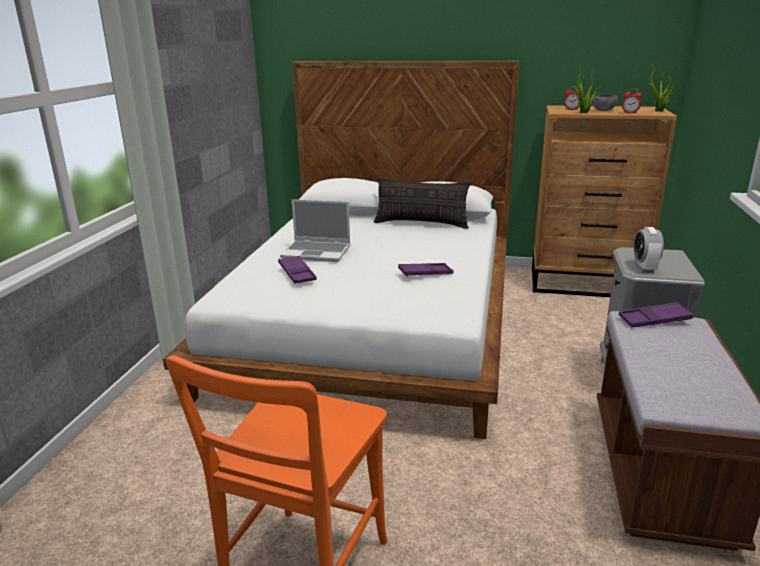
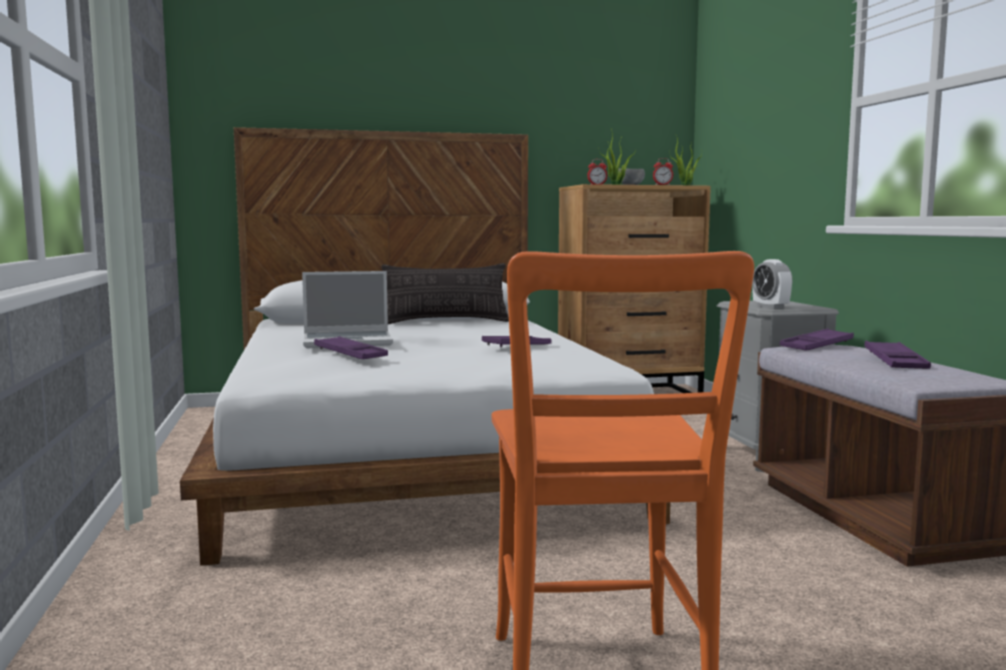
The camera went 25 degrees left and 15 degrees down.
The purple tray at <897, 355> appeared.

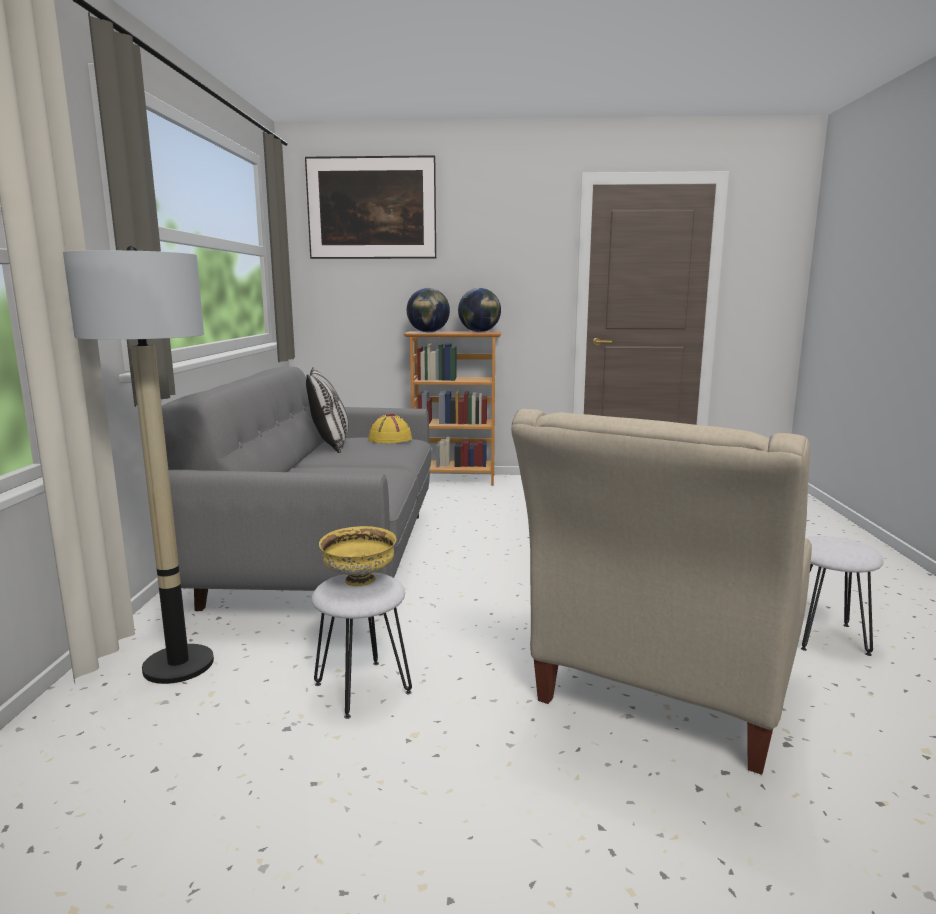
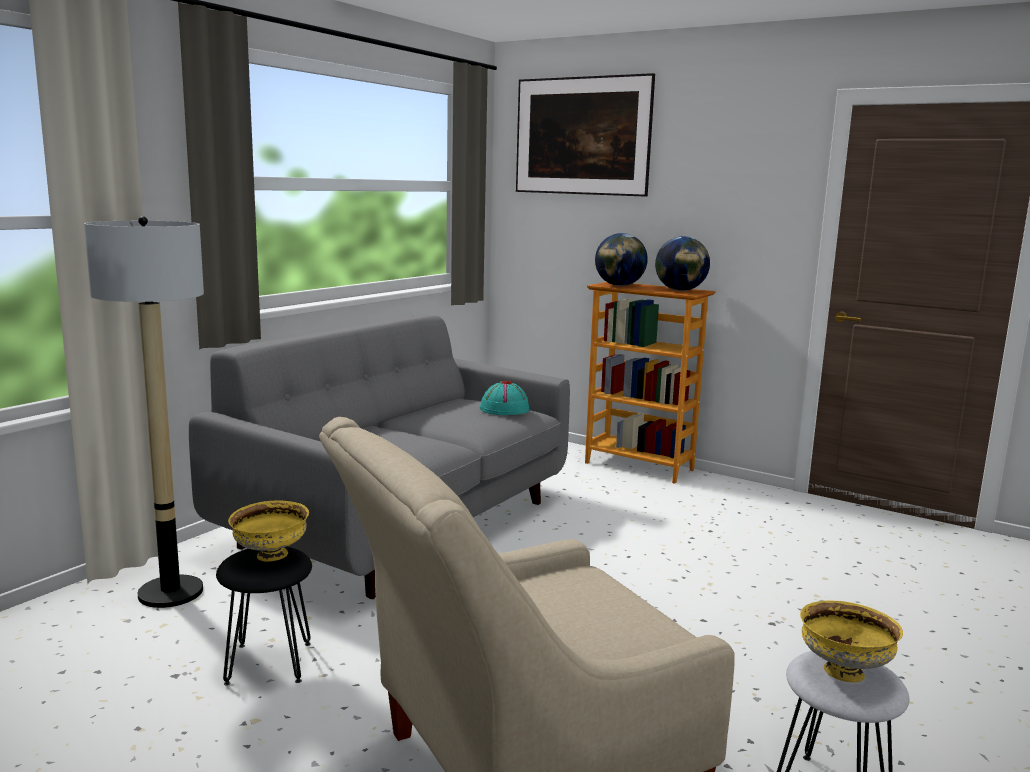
The camera went 30 degrees right and 0 degrees up.
The pillow at <327, 410> disappeared.
The yellow hat at <390, 428> became the turquoise hat at <504, 398>.
The white stool at <362, 645> became the black stool at <264, 616>.
The yellow bowl at <851, 642> appeared.

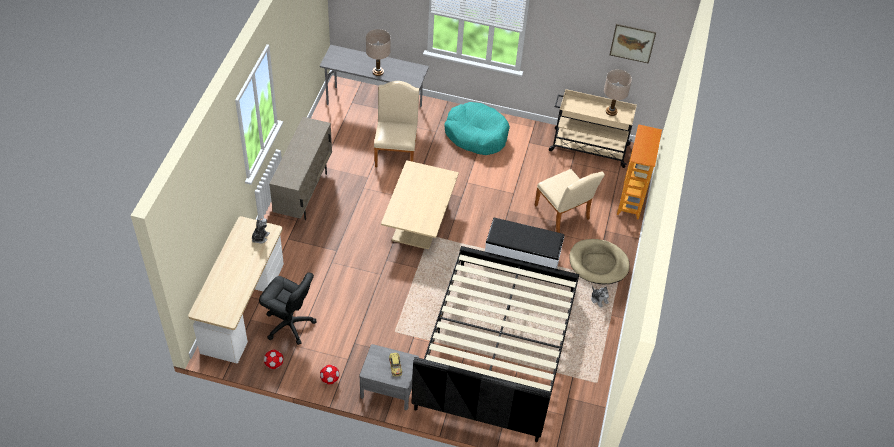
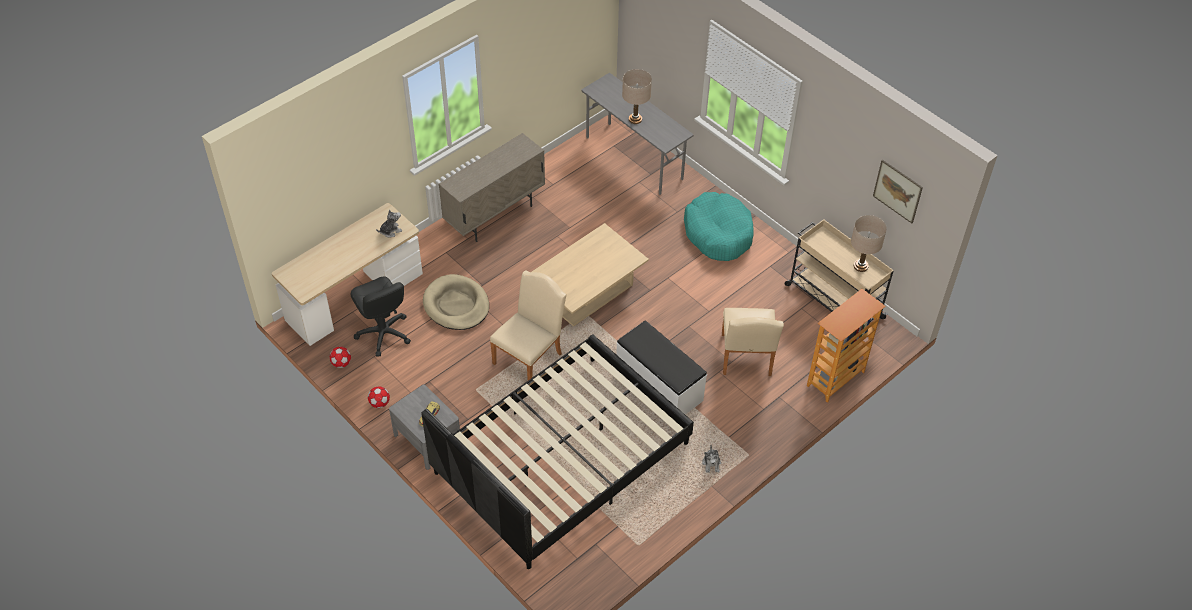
The camera went 35 degrees right and 0 degrees up.
The beige chair moved from <396, 124> to <528, 325>.
The beige dog bed moved from <600, 261> to <456, 302>.

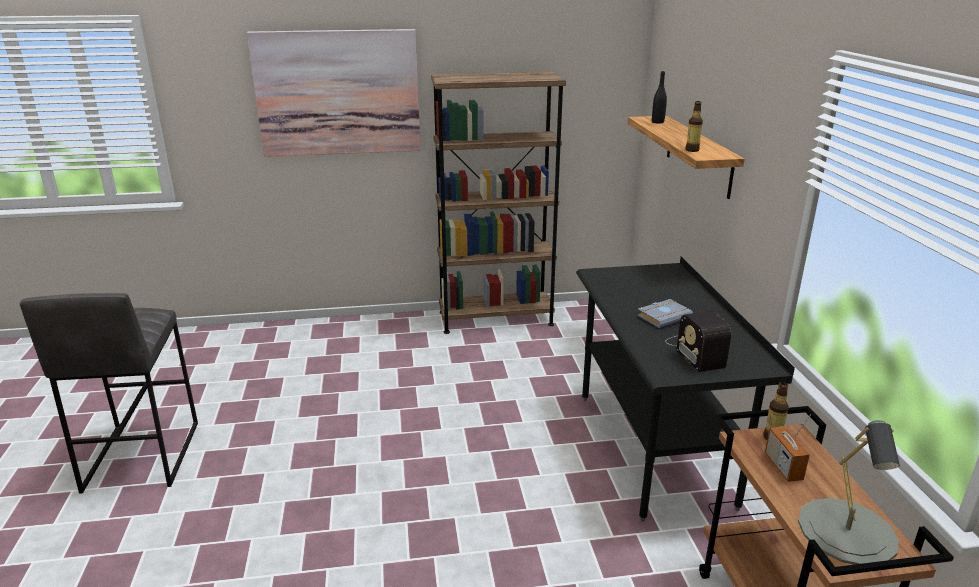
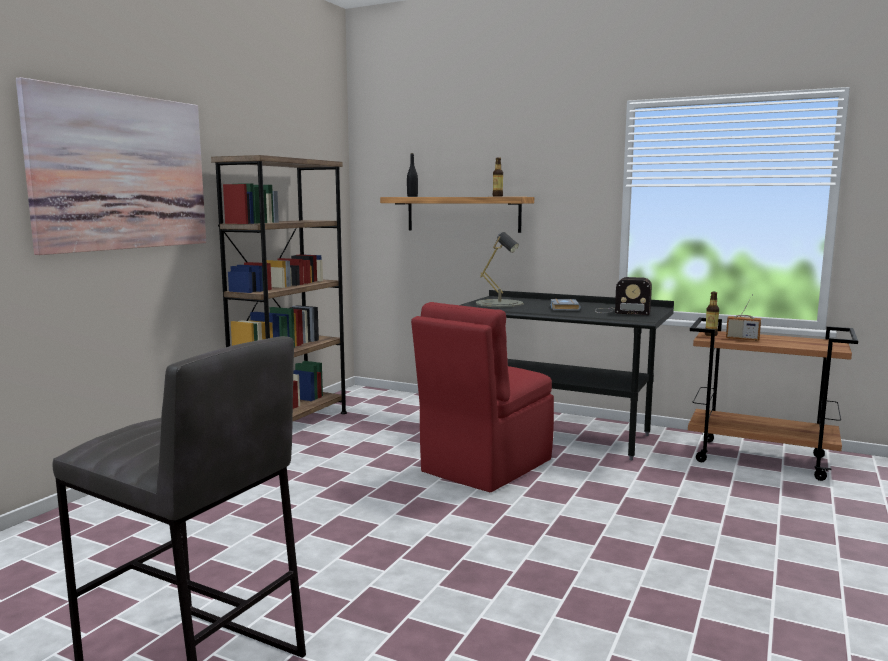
The camera went 55 degrees left and 15 degrees down.
The grey table lamp moved from <849, 492> to <499, 269>.
The red chair at <482, 397> appeared.

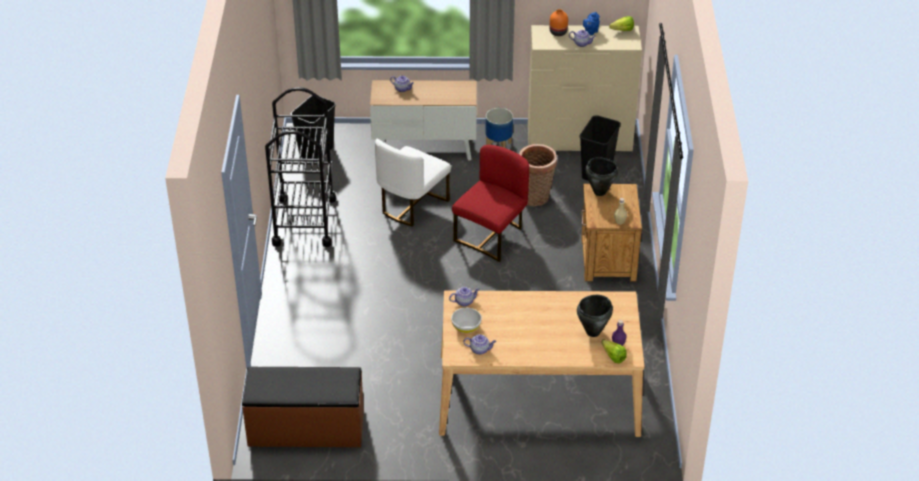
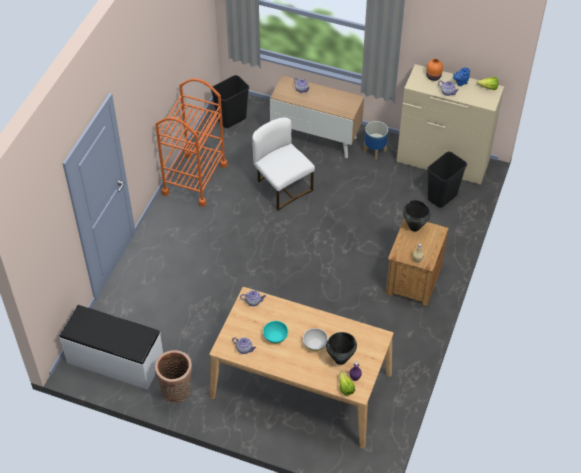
The camera went 20 degrees right and 10 degrees up.
The black cart at <300, 167> became the orange cart at <191, 142>.
The white chair at <413, 183> turned 90 degrees clockwise.
The basket moved from <538, 175> to <173, 376>.
The red chair at <490, 203> disappeared.
The white bowl moved from <466, 320> to <315, 339>.
The brown bench at <303, 407> became the white bench at <111, 347>.
The turquoise bowl at <275, 332> appeared.

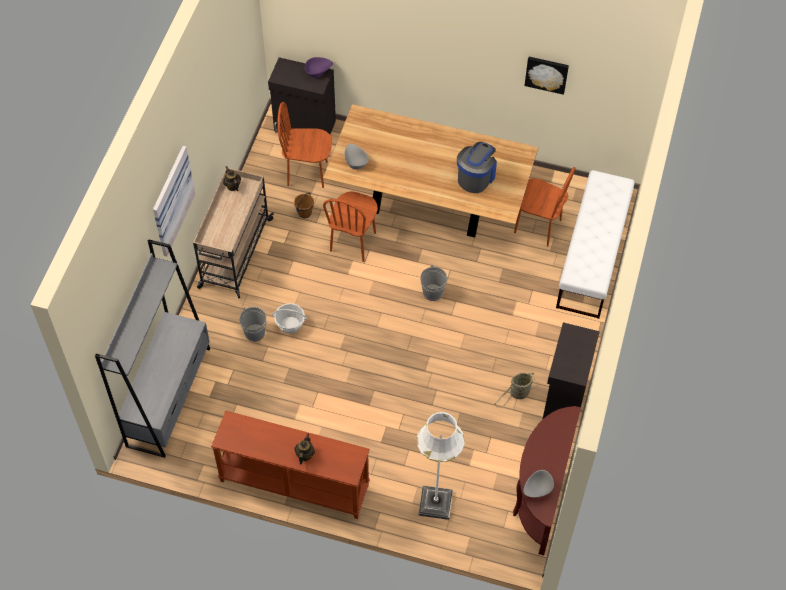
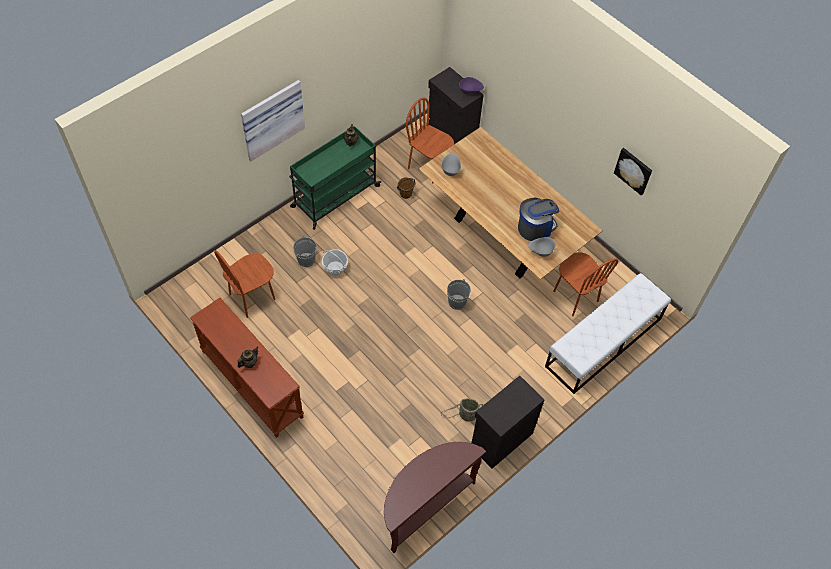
The camera went 30 degrees right and 0 degrees up.
The beige cart at <233, 233> became the green cart at <335, 178>.
The brown chair moved from <350, 226> to <244, 284>.
The grey bookcase at <152, 348> disappeared.
The white floor lamp at <441, 466> disappeared.
The grey bowl moved from <538, 483> to <541, 247>.

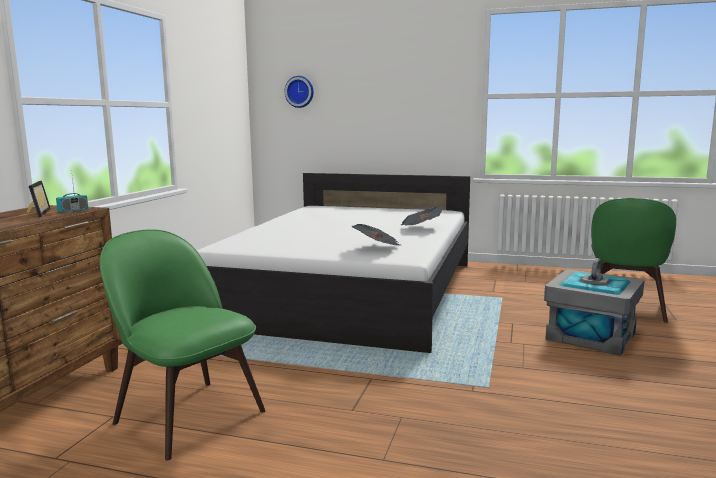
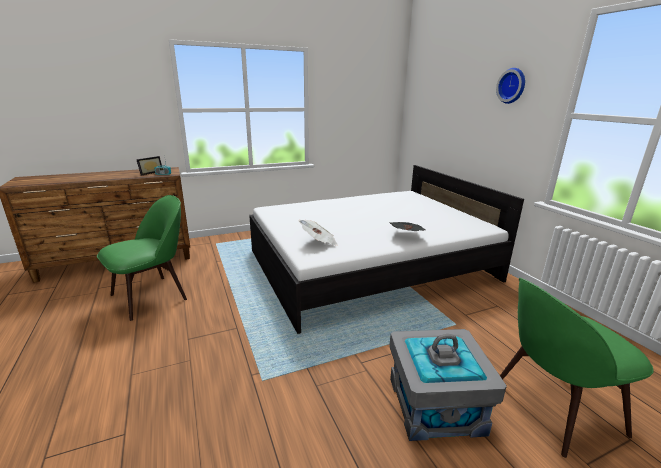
The camera went 50 degrees right and 10 degrees up.
The wall clock moved from <299, 92> to <510, 86>.
The green chair at <182, 344> turned 45 degrees clockwise.

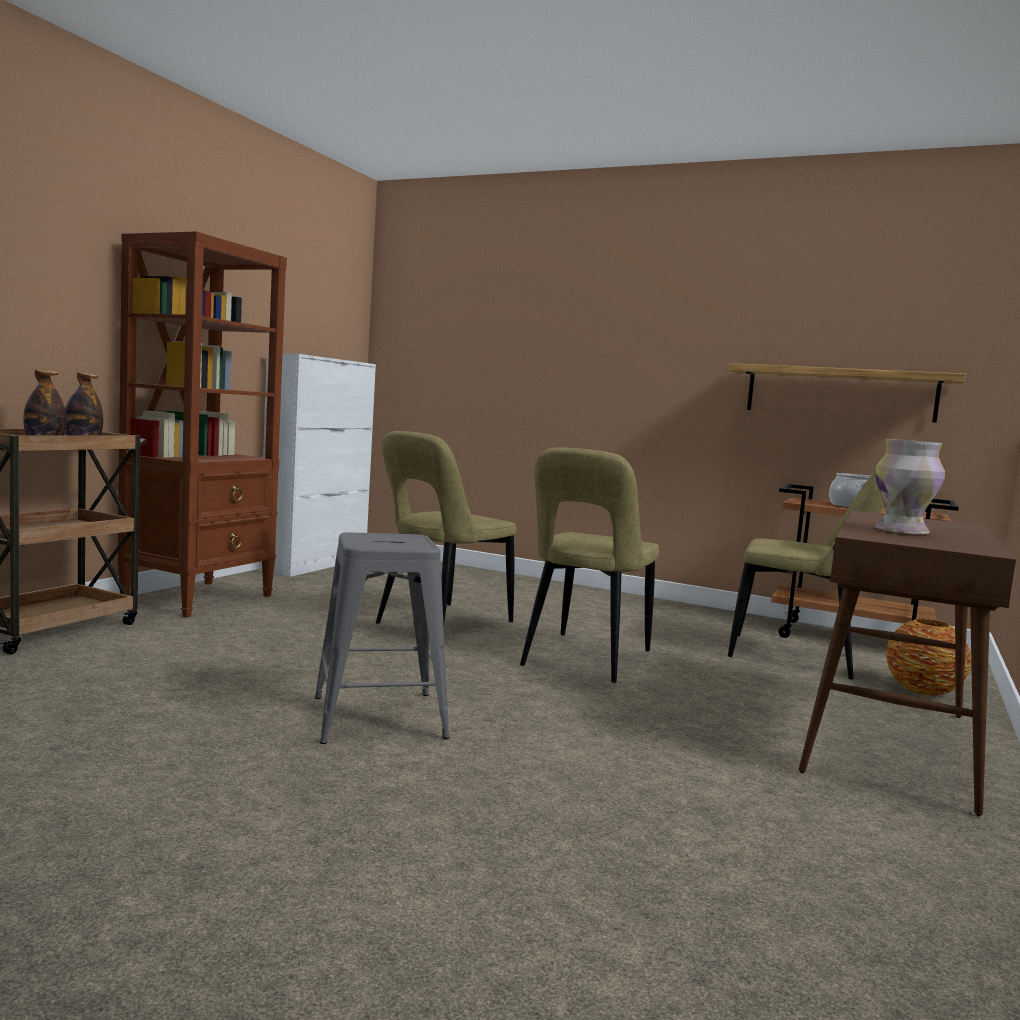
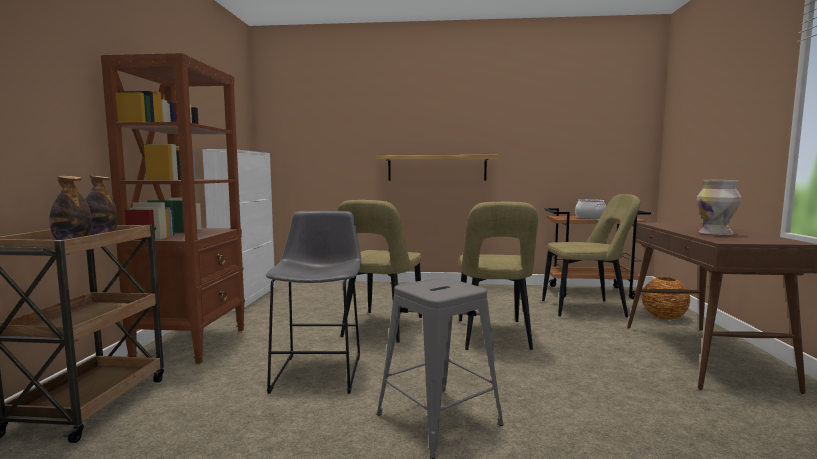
The camera went 20 degrees left and 0 degrees up.
The shelf moved from <847, 393> to <437, 168>.
The grey stool at <313, 302> appeared.

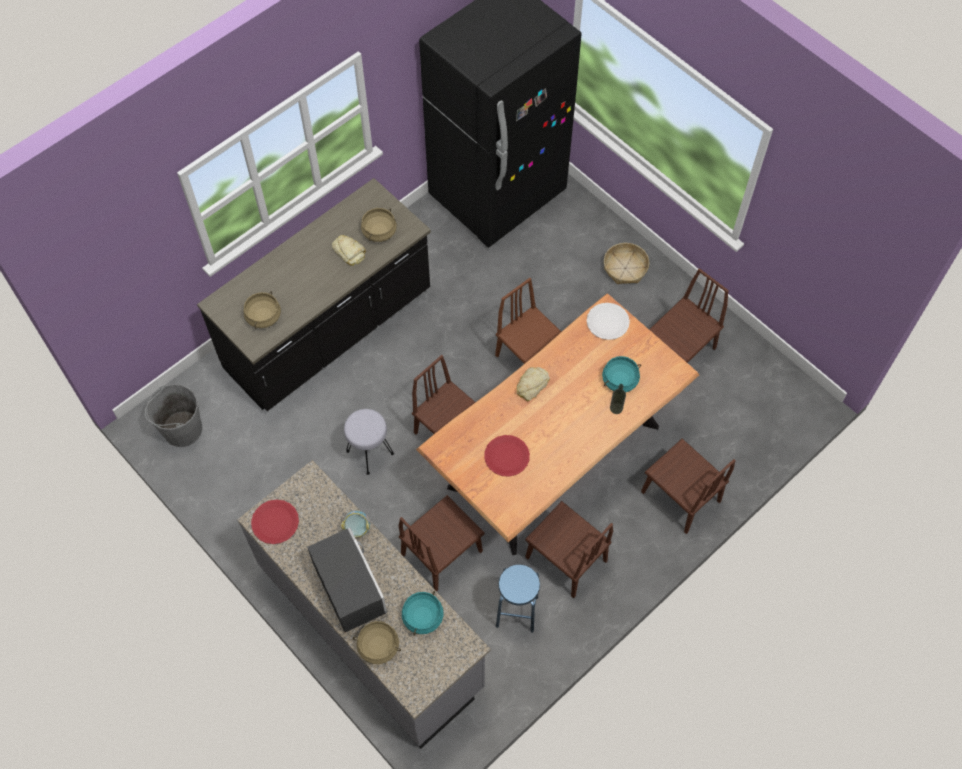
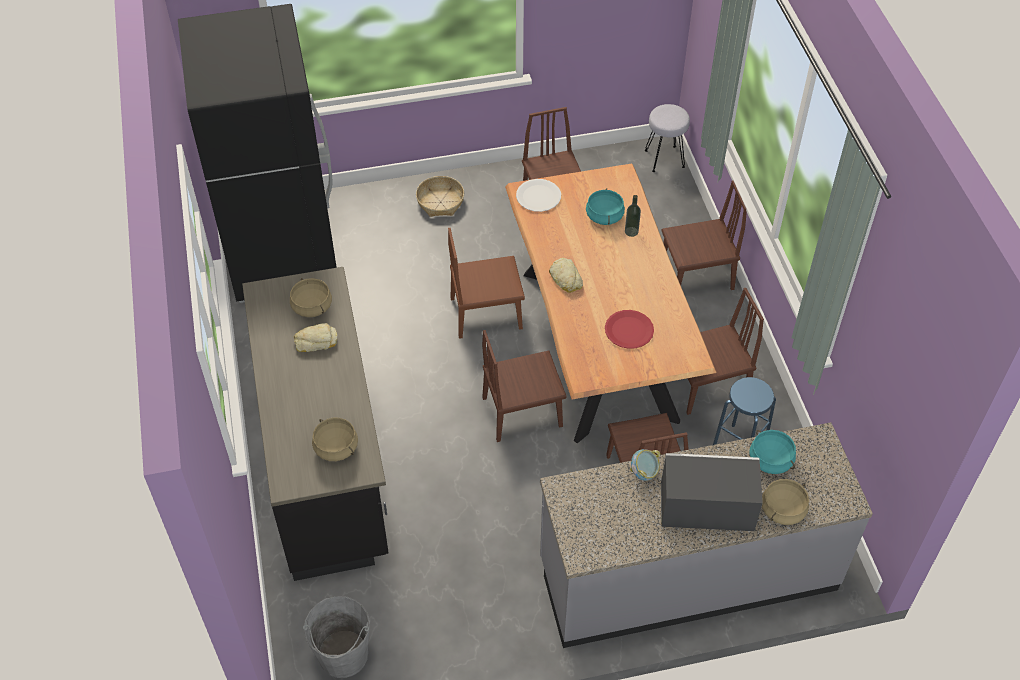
The camera went 60 degrees left and 10 degrees down.
The grey stool moved from <369, 442> to <667, 138>.
The red plate at <275, 521> disappeared.

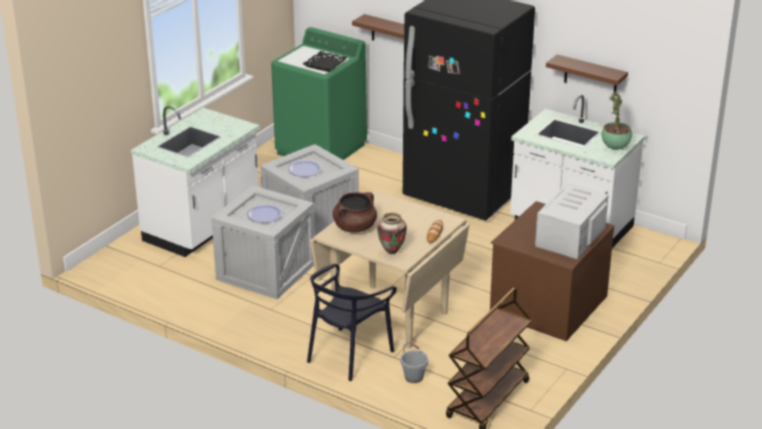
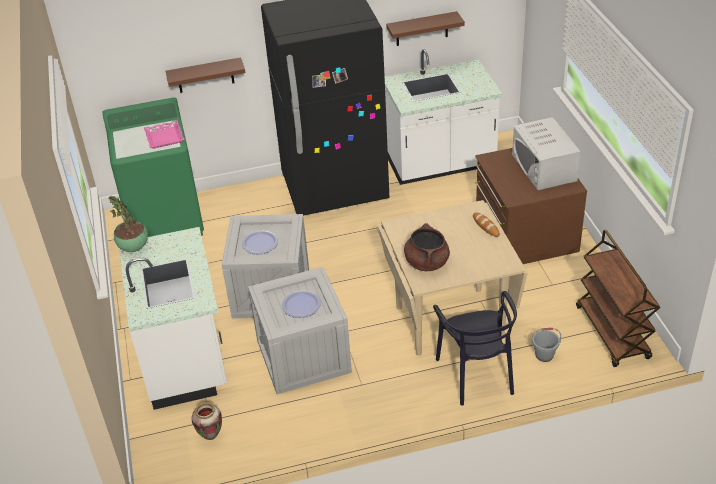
The camera went 45 degrees left and 10 degrees up.
The black tray at <325, 61> became the pink tray at <164, 134>.
The potted plant moved from <617, 120> to <128, 224>.
The vase moved from <392, 233> to <207, 421>.

